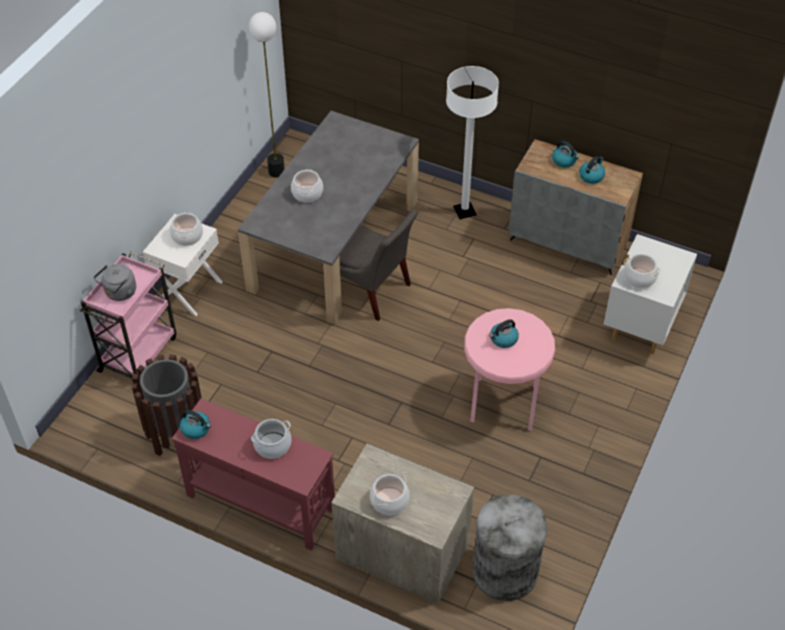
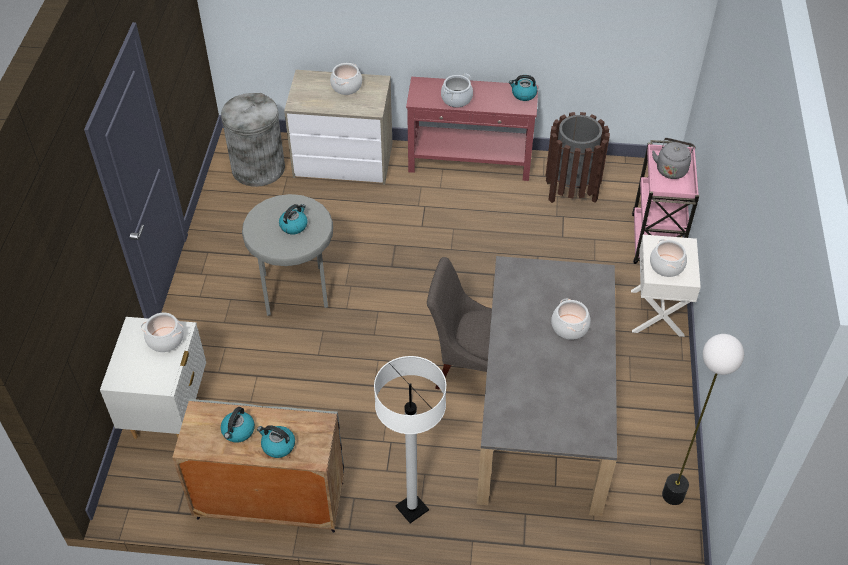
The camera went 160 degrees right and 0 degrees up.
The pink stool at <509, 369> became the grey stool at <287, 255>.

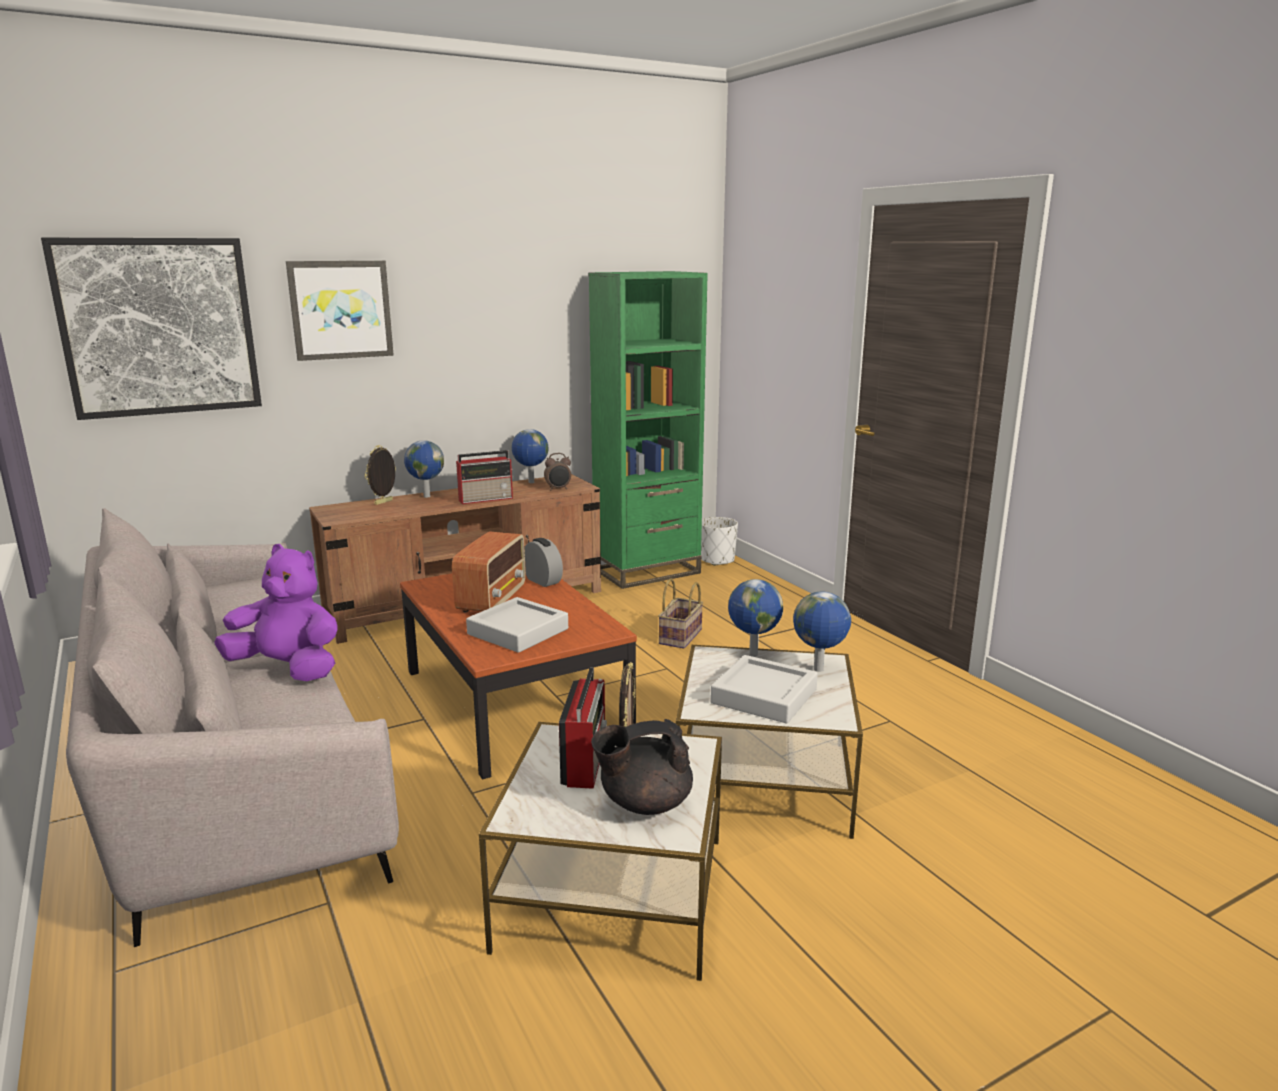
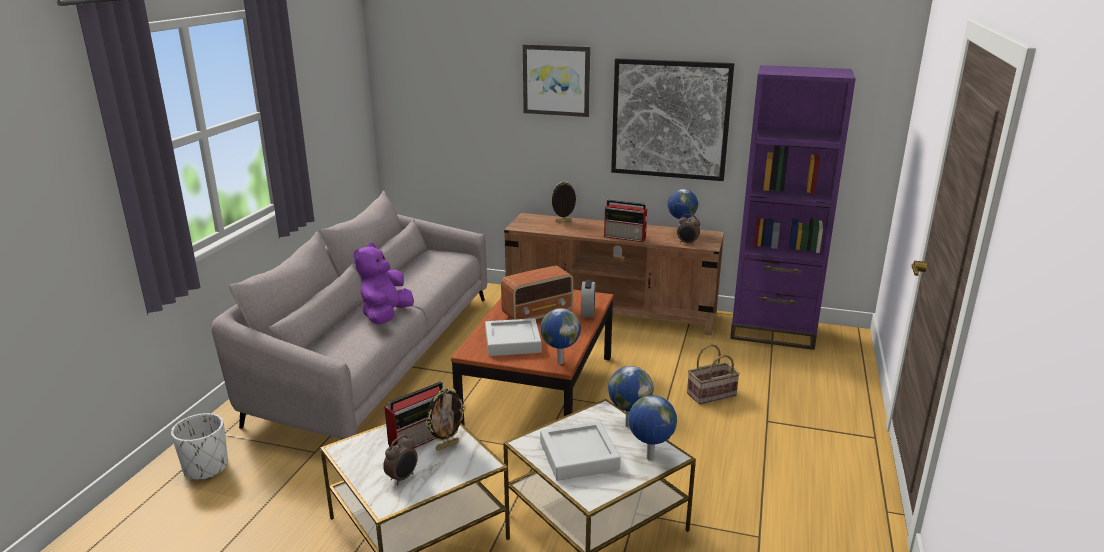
The camera went 45 degrees right and 5 degrees up.
The picture moved from <151, 329> to <672, 119>.
The green bookcase at <648, 430> became the purple bookcase at <793, 207>.
The globe moved from <424, 469> to <561, 336>.
The white planter moved from <719, 541> to <199, 446>.
The purple plush toy at <276, 612> turned 135 degrees counterclockwise.
The black teapot at <642, 767> was replaced by the alarm clock at <400, 460>.

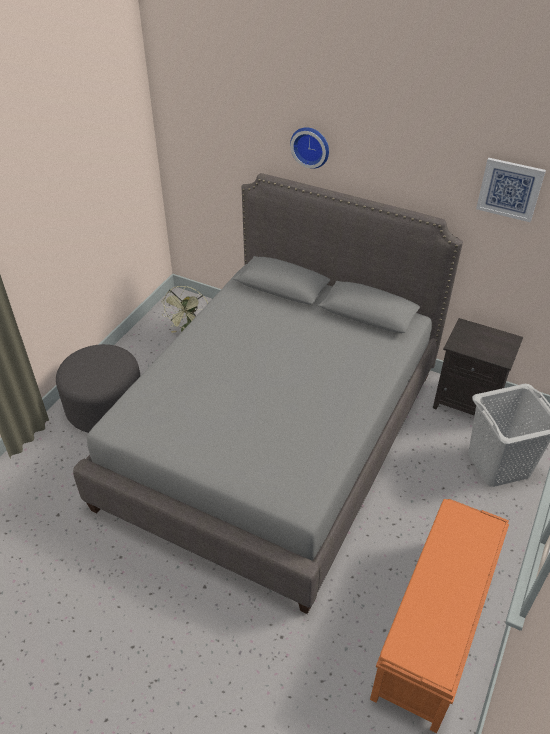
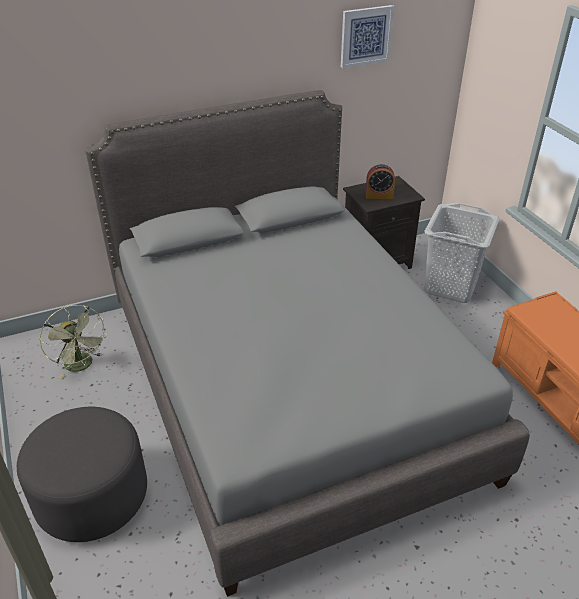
The camera went 50 degrees left and 5 degrees down.
The wall clock at <309, 148> disappeared.
The alarm clock at <380, 181> appeared.

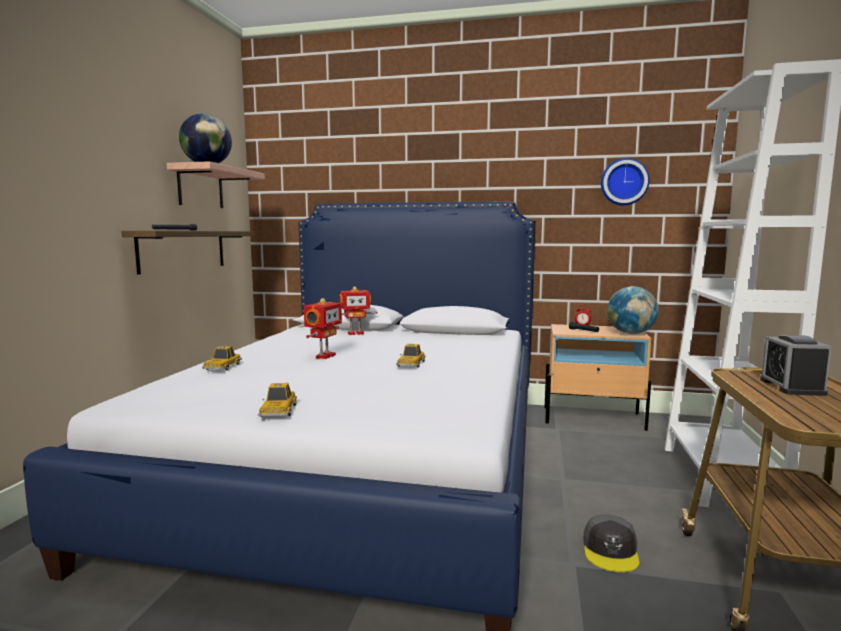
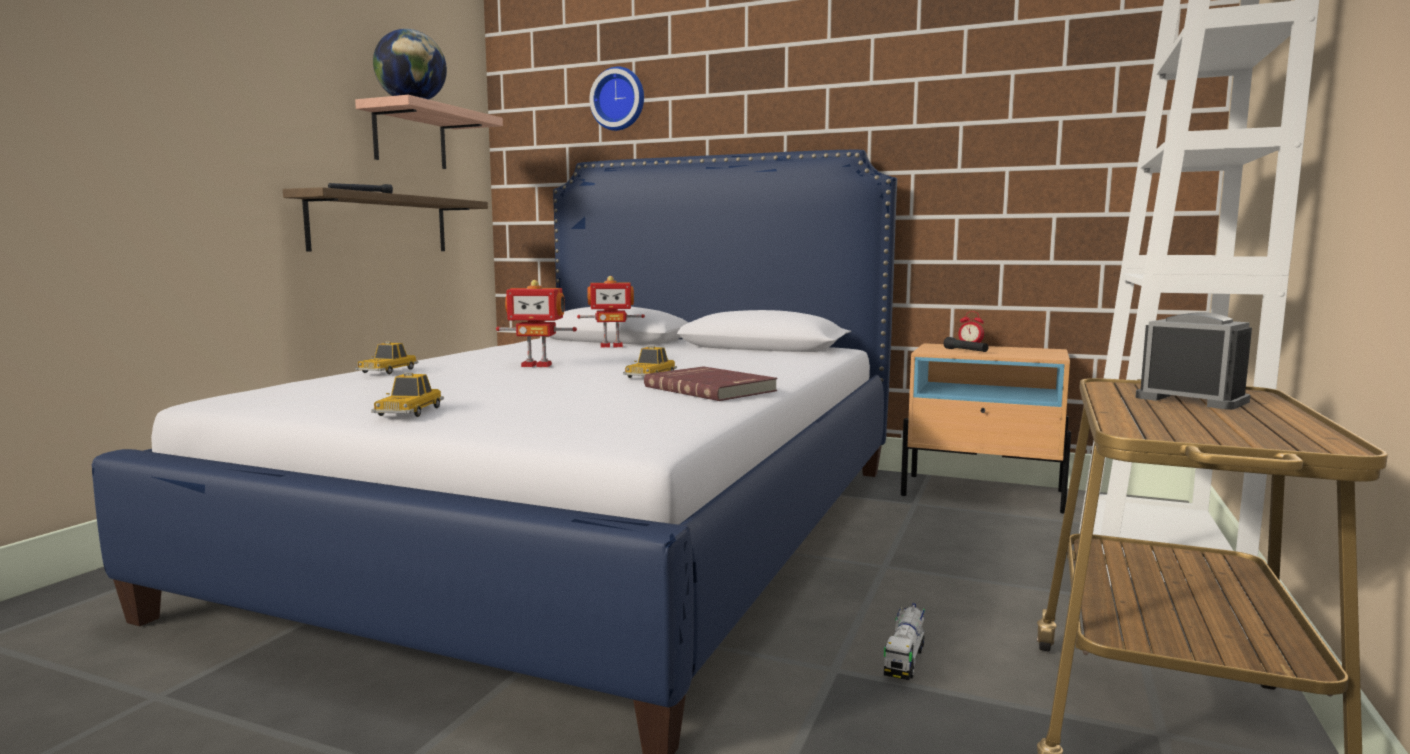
The camera went 10 degrees right and 0 degrees up.
The wall clock moved from <625, 181> to <616, 99>.
The globe at <633, 310> disappeared.
The toy robot at <323, 328> turned 60 degrees clockwise.
The alarm clock at <796, 365> turned 120 degrees clockwise.
The grey cap at <611, 543> was replaced by the toy truck at <904, 641>.
The red book at <711, 383> appeared.

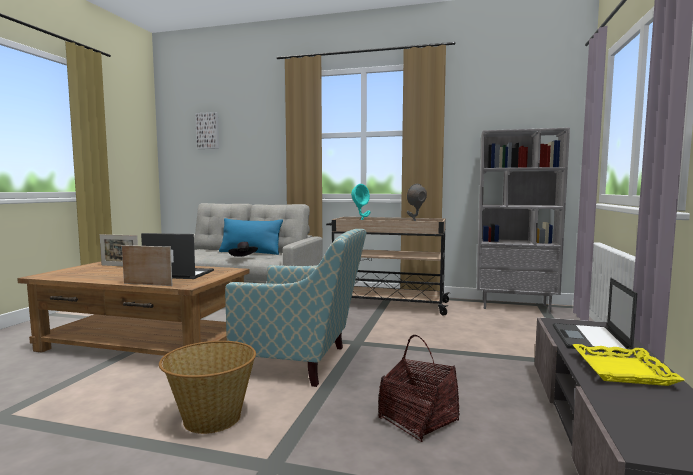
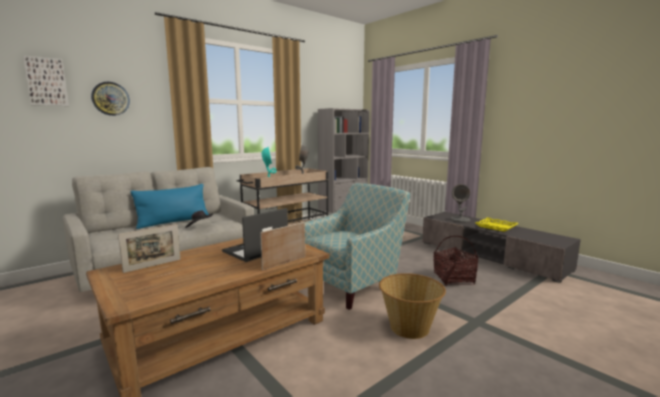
The camera went 55 degrees left and 5 degrees up.
The laptop at <595, 316> was replaced by the grey table lamp at <461, 203>.
The wall clock at <110, 99> appeared.

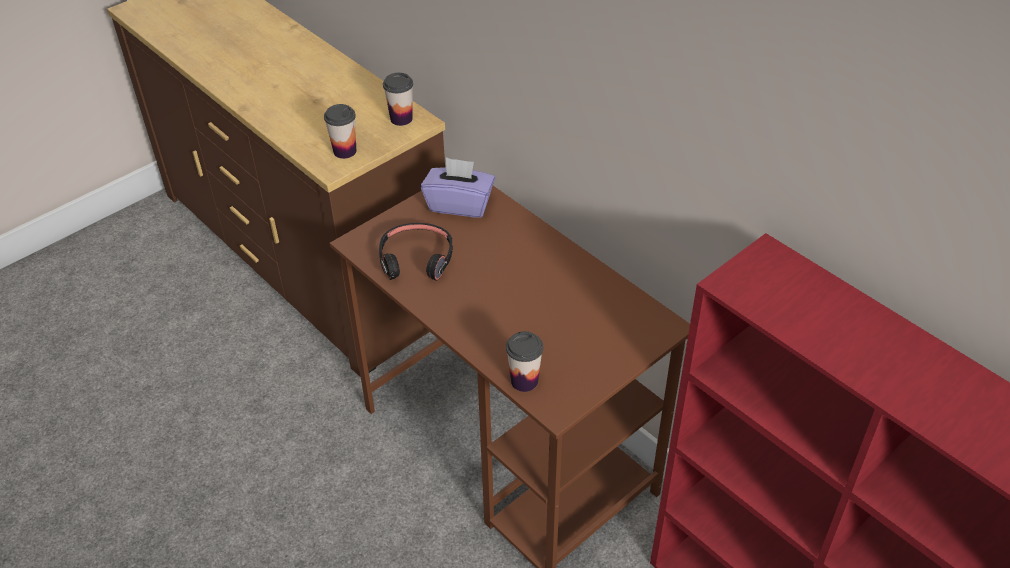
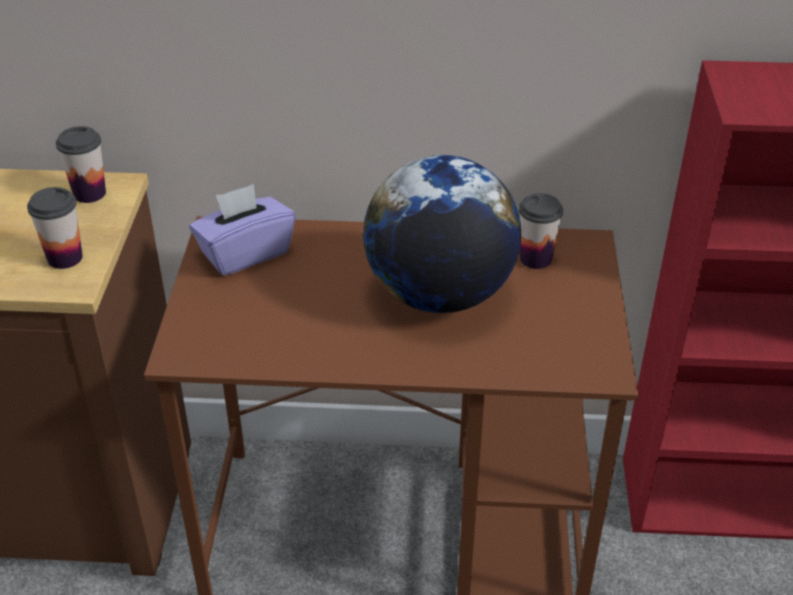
The camera went 45 degrees left and 5 degrees down.
The black headphones at <416, 252> disappeared.
The cup moved from <524, 361> to <541, 231>.
The globe at <442, 234> appeared.

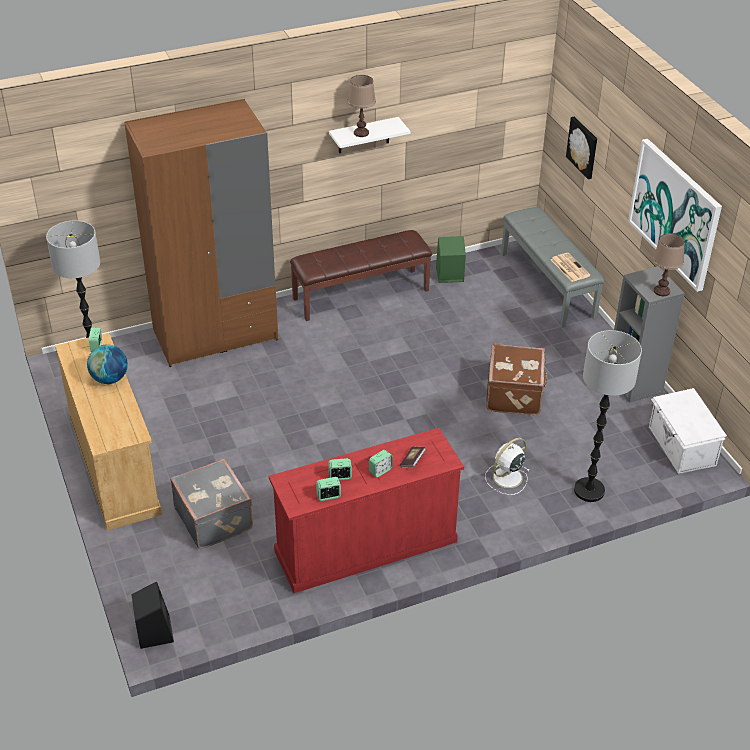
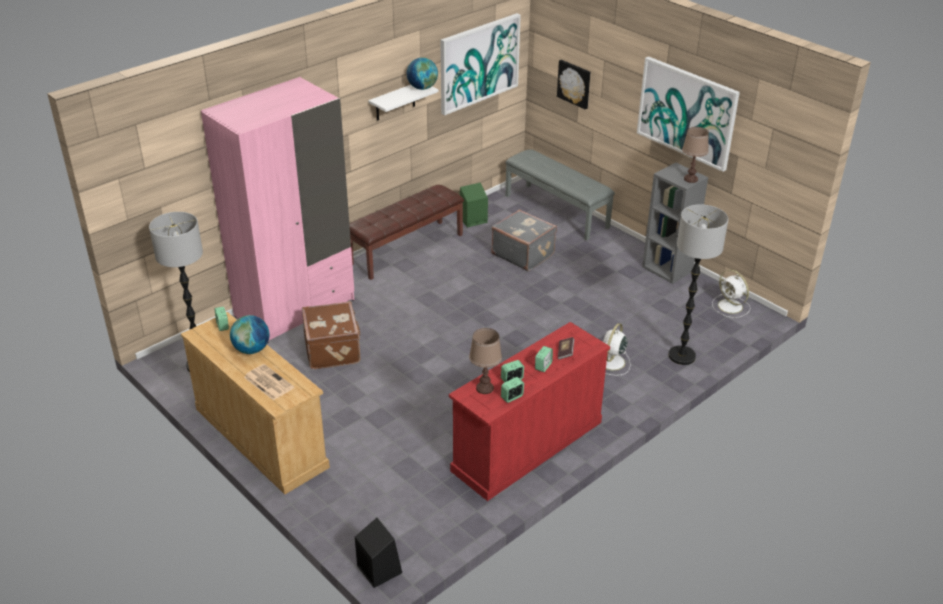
The camera went 20 degrees left and 5 degrees down.
The brown table lamp moved from <361, 106> to <485, 361>.
The brown wardrobe at <201, 233> became the pink wardrobe at <278, 210>.
The newspaper moved from <570, 267> to <269, 382>.
The brown suitcase moved from <517, 379> to <331, 335>.
The white storage box at <688, 431> was replaced by the white fan at <731, 294>.
The grey suitcase moved from <212, 504> to <524, 240>.
The picture at <481, 64> appeared.
The globe at <422, 73> appeared.

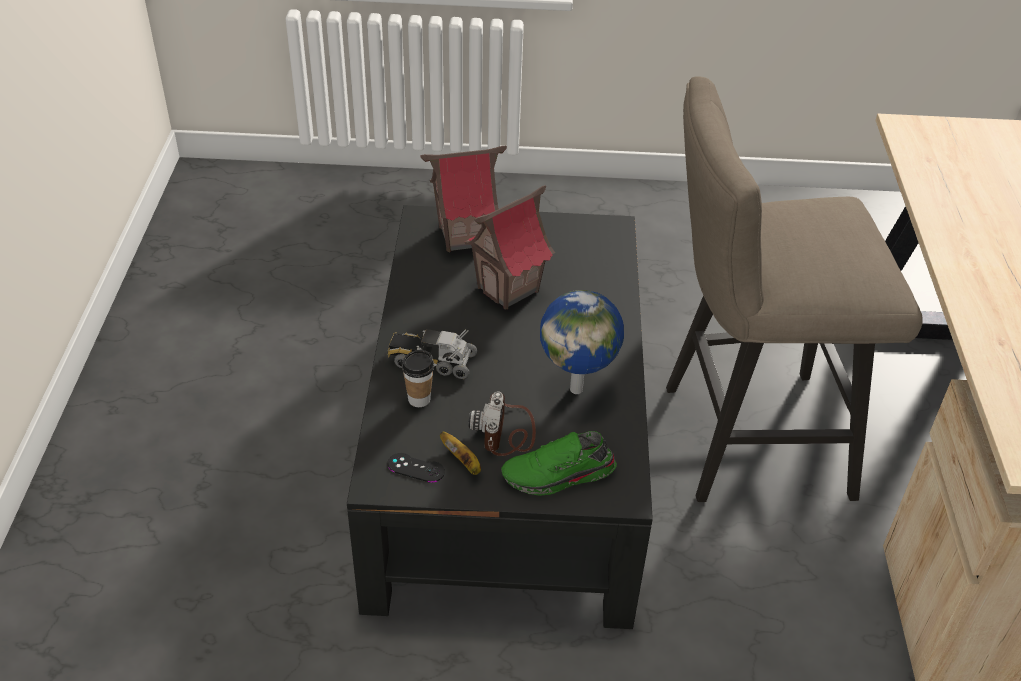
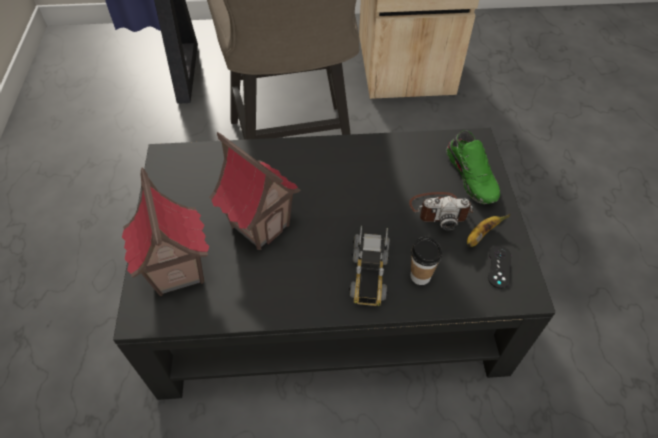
The camera went 95 degrees left and 10 degrees up.
The globe at <582, 342> disappeared.

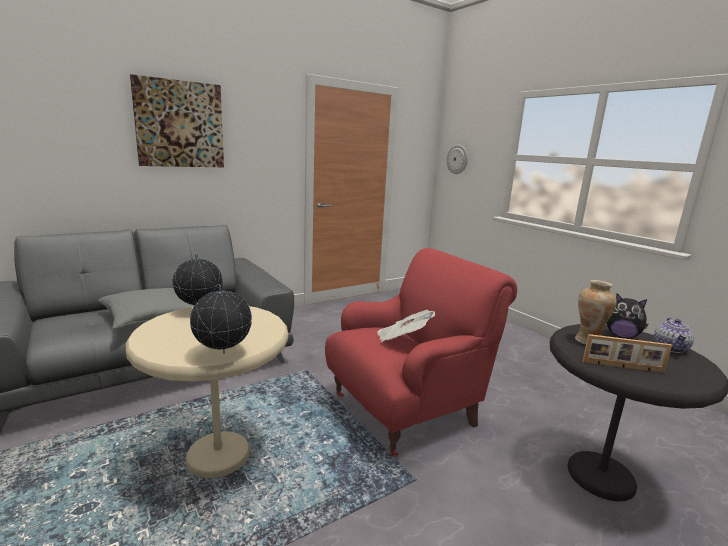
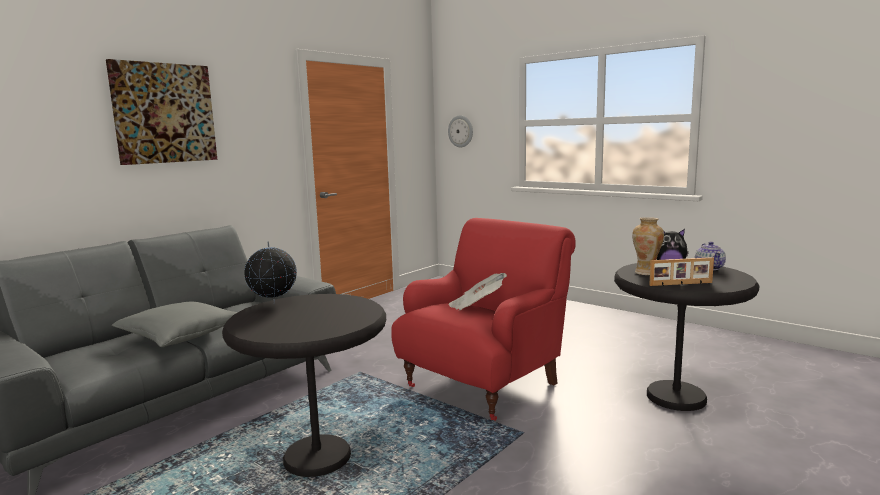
The camera went 15 degrees left and 5 degrees down.
The globe at <221, 319> disappeared.
The beige side table at <206, 392> became the black side table at <304, 385>.

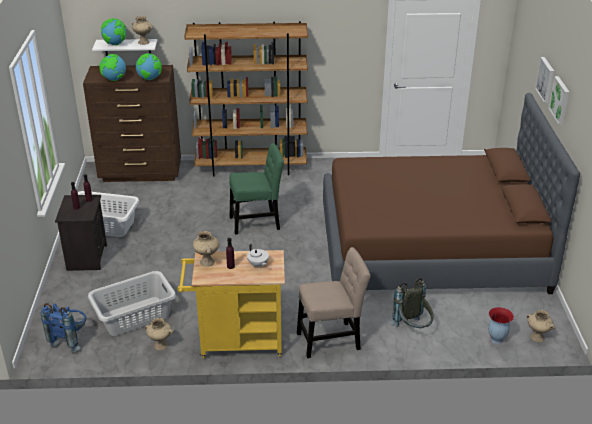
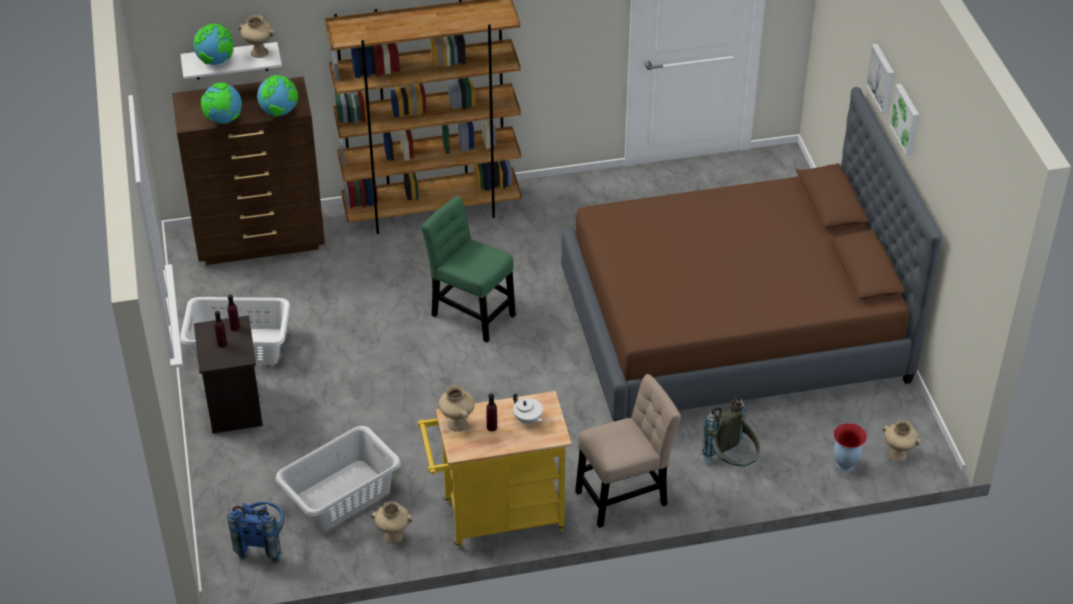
The camera went 10 degrees left and 10 degrees up.
The green chair at <256, 189> turned 120 degrees counterclockwise.

